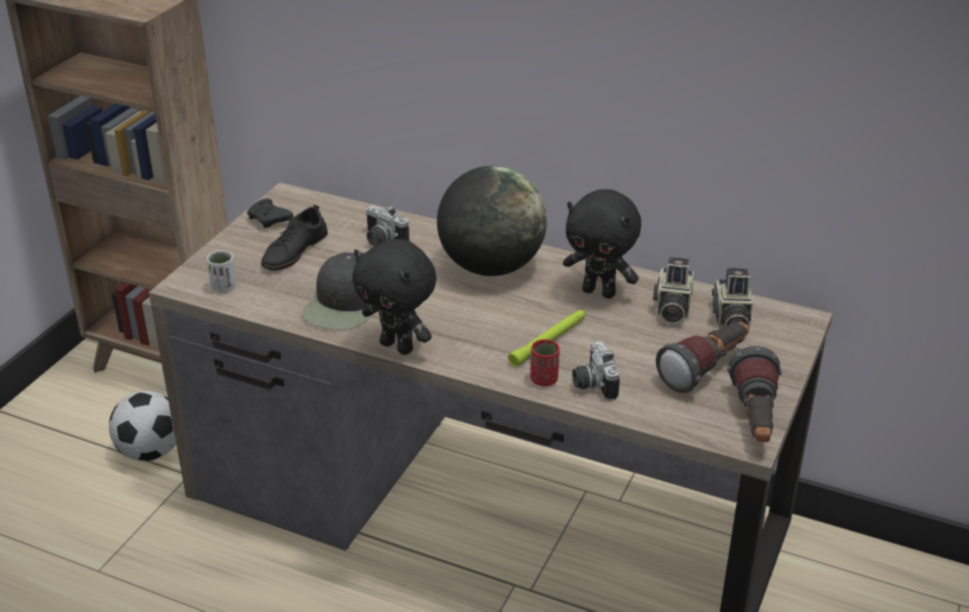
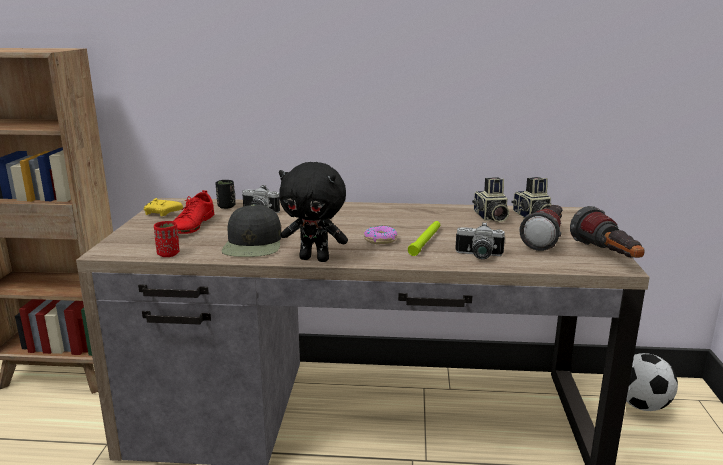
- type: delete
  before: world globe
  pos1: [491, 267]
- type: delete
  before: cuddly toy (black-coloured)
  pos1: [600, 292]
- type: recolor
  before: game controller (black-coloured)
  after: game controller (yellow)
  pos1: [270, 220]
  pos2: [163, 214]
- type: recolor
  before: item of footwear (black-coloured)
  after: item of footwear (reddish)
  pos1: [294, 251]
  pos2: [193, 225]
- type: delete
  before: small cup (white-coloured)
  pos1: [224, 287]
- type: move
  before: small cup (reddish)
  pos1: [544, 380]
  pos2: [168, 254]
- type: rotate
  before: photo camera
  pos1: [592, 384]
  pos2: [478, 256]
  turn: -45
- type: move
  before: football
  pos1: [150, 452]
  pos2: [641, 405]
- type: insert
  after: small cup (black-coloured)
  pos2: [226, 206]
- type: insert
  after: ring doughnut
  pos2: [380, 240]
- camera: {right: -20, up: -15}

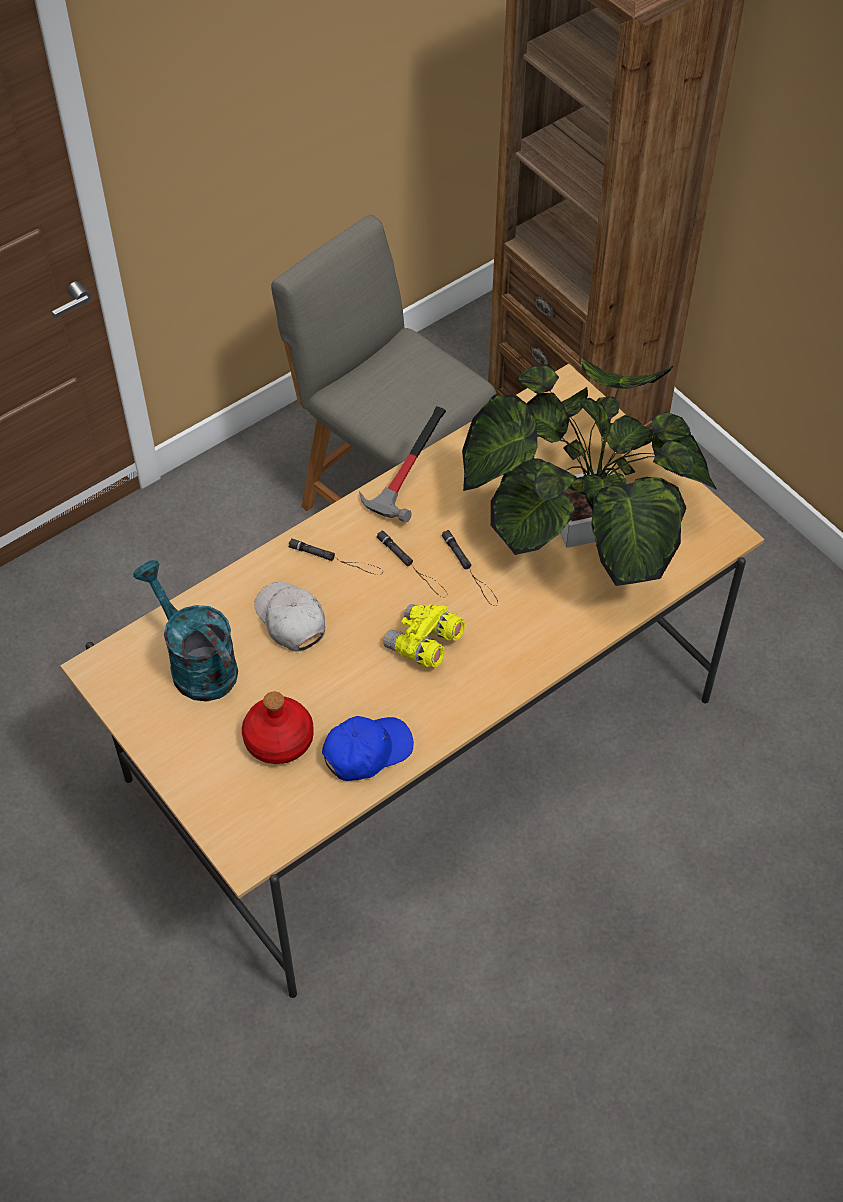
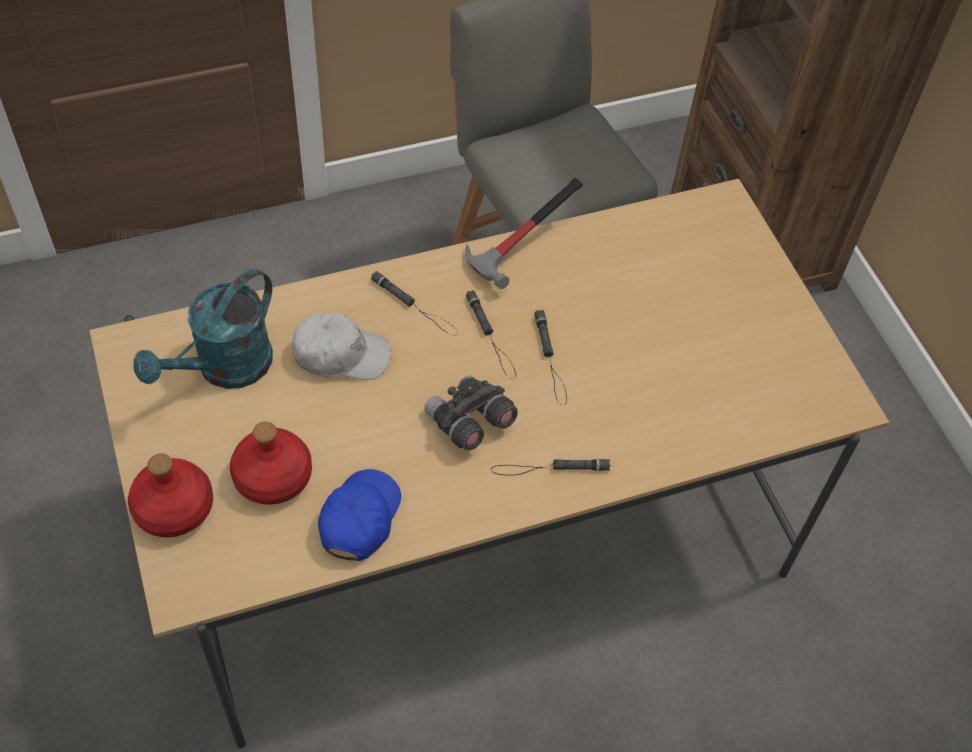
- type: delete
  before: houseplant
  pos1: [586, 518]
- type: rotate
  before: watering pot (turquoise)
  pos1: [195, 663]
  pos2: [224, 369]
  turn: -120
- type: rotate
  before: cap (white-coloured)
  pos1: [290, 620]
  pos2: [341, 355]
  turn: 105
- type: recolor
  before: field glasses (yellow)
  after: field glasses (greyish)
  pos1: [424, 645]
  pos2: [469, 423]
- type: rotate
  before: cap (blue-coloured)
  pos1: [366, 751]
  pos2: [359, 519]
  turn: -60
- type: insert
  after: bottle (reddish)
  pos2: [174, 507]
- type: insert
  after: hand torch (black-coloured)
  pos2: [550, 469]
- camera: {right: 15, up: 0}

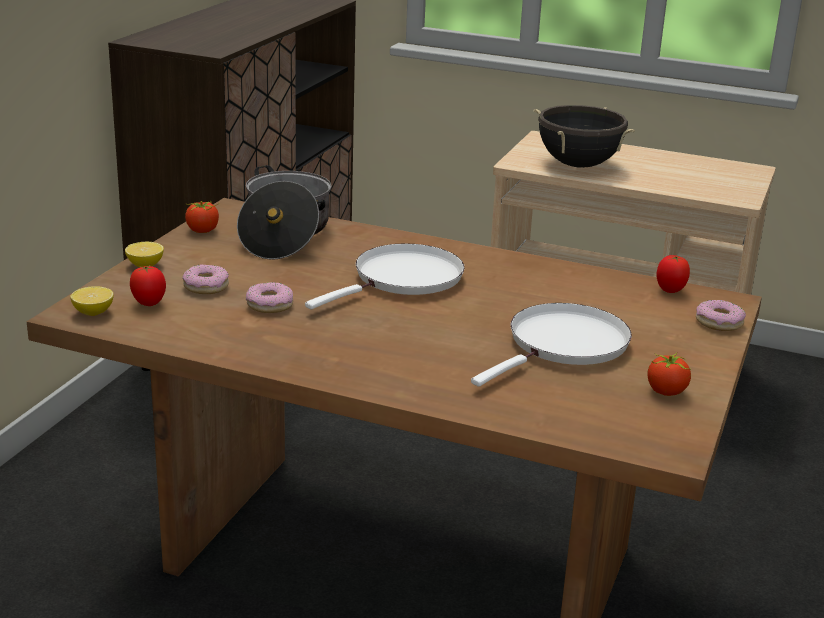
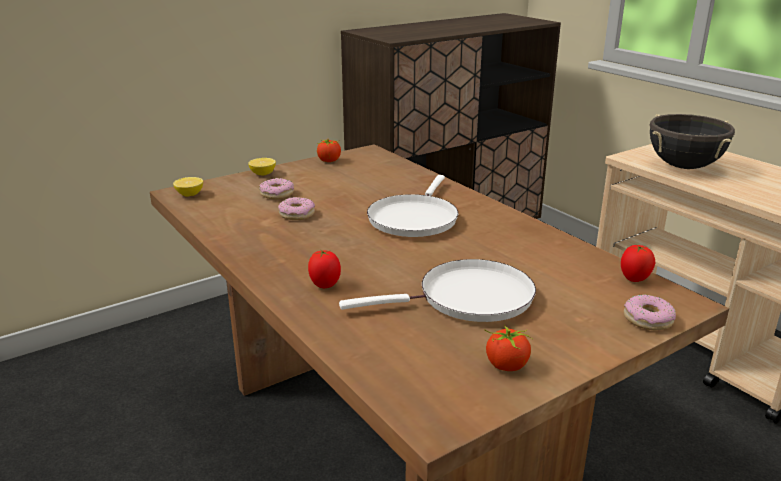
- type: delete
  before: stockpot
  pos1: [284, 234]
- type: rotate
  before: skillet (white-coloured)
  pos1: [403, 279]
  pos2: [414, 218]
  turn: 120
- type: move
  before: tomato
  pos1: [149, 304]
  pos2: [325, 285]
- camera: {right: 35, up: 0}

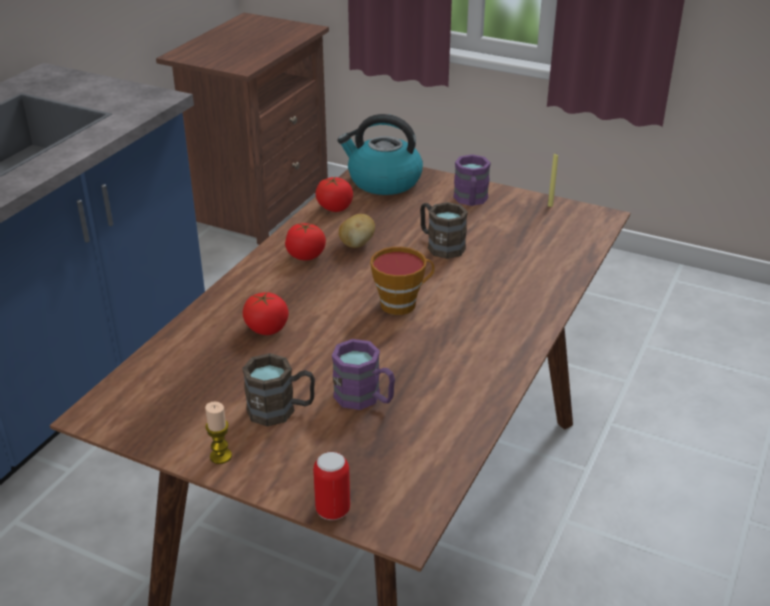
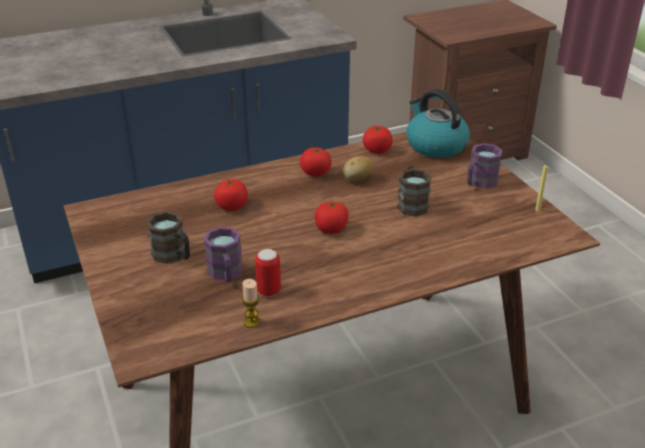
- type: replace
  before: small cup
  after: tomato
  pos1: [402, 303]
  pos2: [331, 229]
- type: move
  before: wax light
  pos1: [220, 456]
  pos2: [252, 322]
- type: move
  before: sealed can
  pos1: [333, 510]
  pos2: [269, 291]
- camera: {right: 40, up: 0}

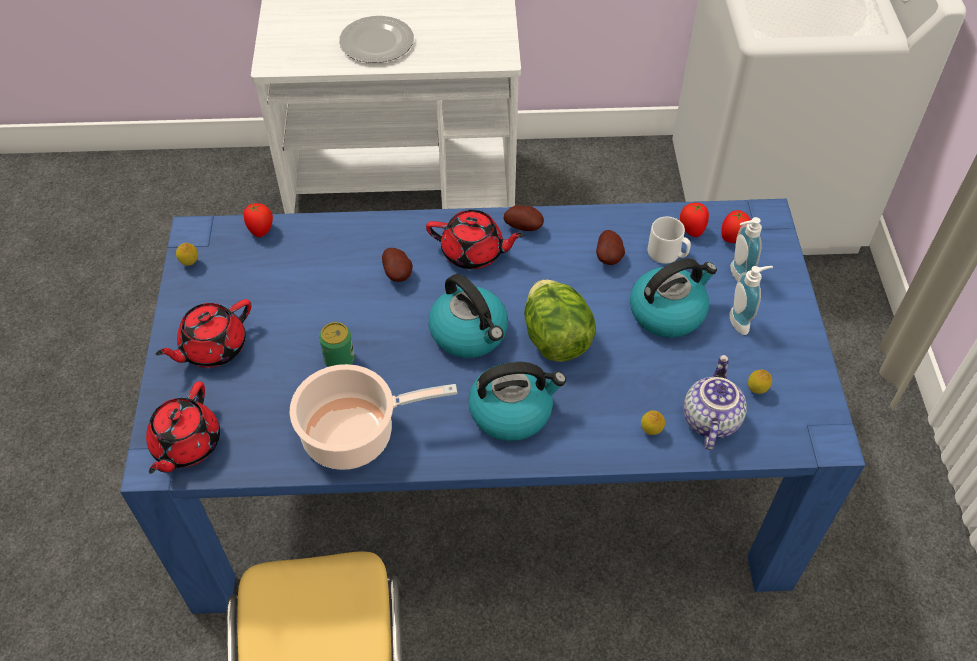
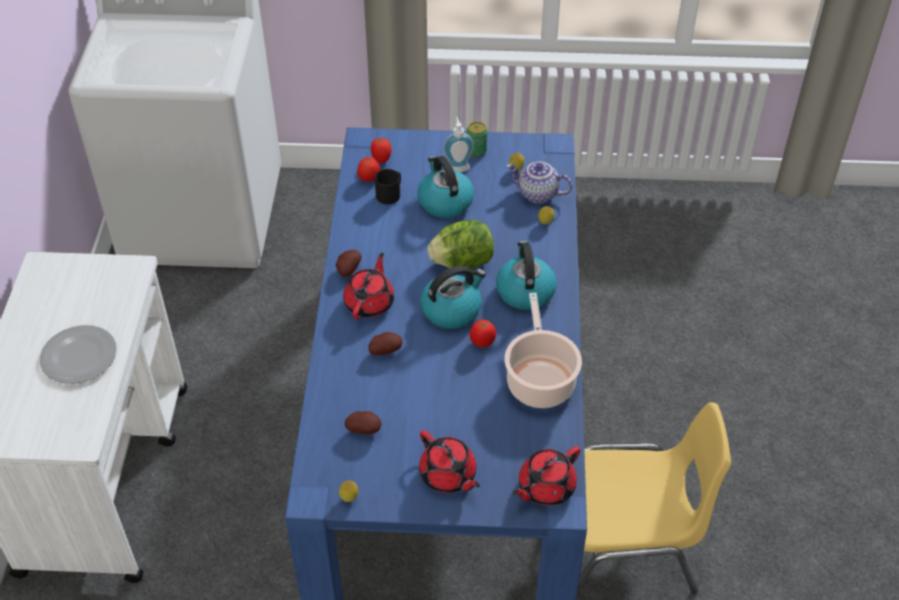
- type: move
  before: tomato
  pos1: [261, 231]
  pos2: [482, 342]
- type: recolor
  before: tea mug (white-coloured)
  after: tea mug (black-coloured)
  pos1: [667, 254]
  pos2: [390, 194]
- type: delete
  before: soap bottle
  pos1: [736, 275]
- type: move
  before: spud
  pos1: [609, 257]
  pos2: [364, 429]
- type: move
  before: sealed can
  pos1: [339, 360]
  pos2: [476, 151]
- type: rotate
  before: teapot (reddish)
  pos1: [186, 445]
  pos2: [545, 487]
  turn: 120
- camera: {right: -85, up: -5}

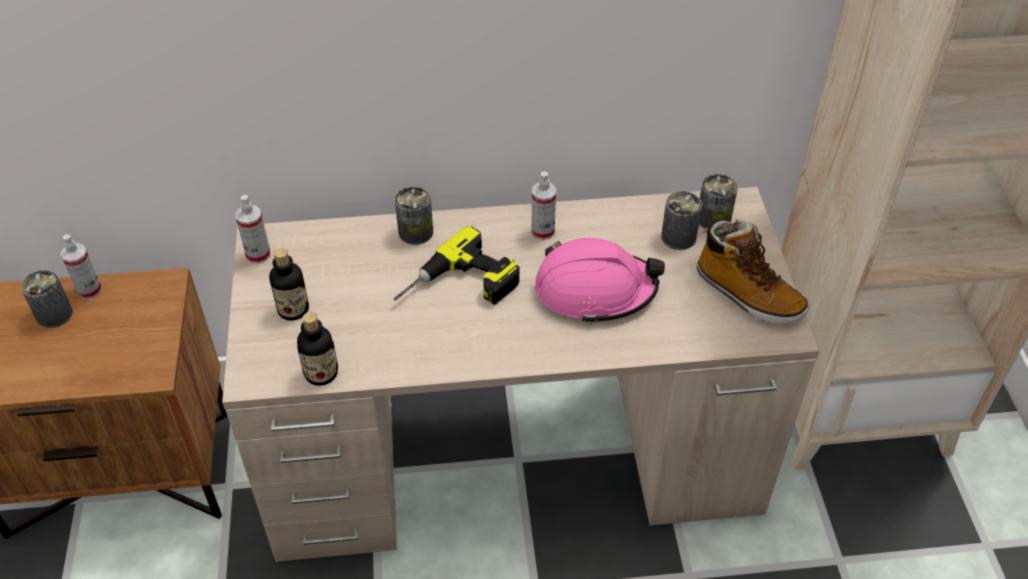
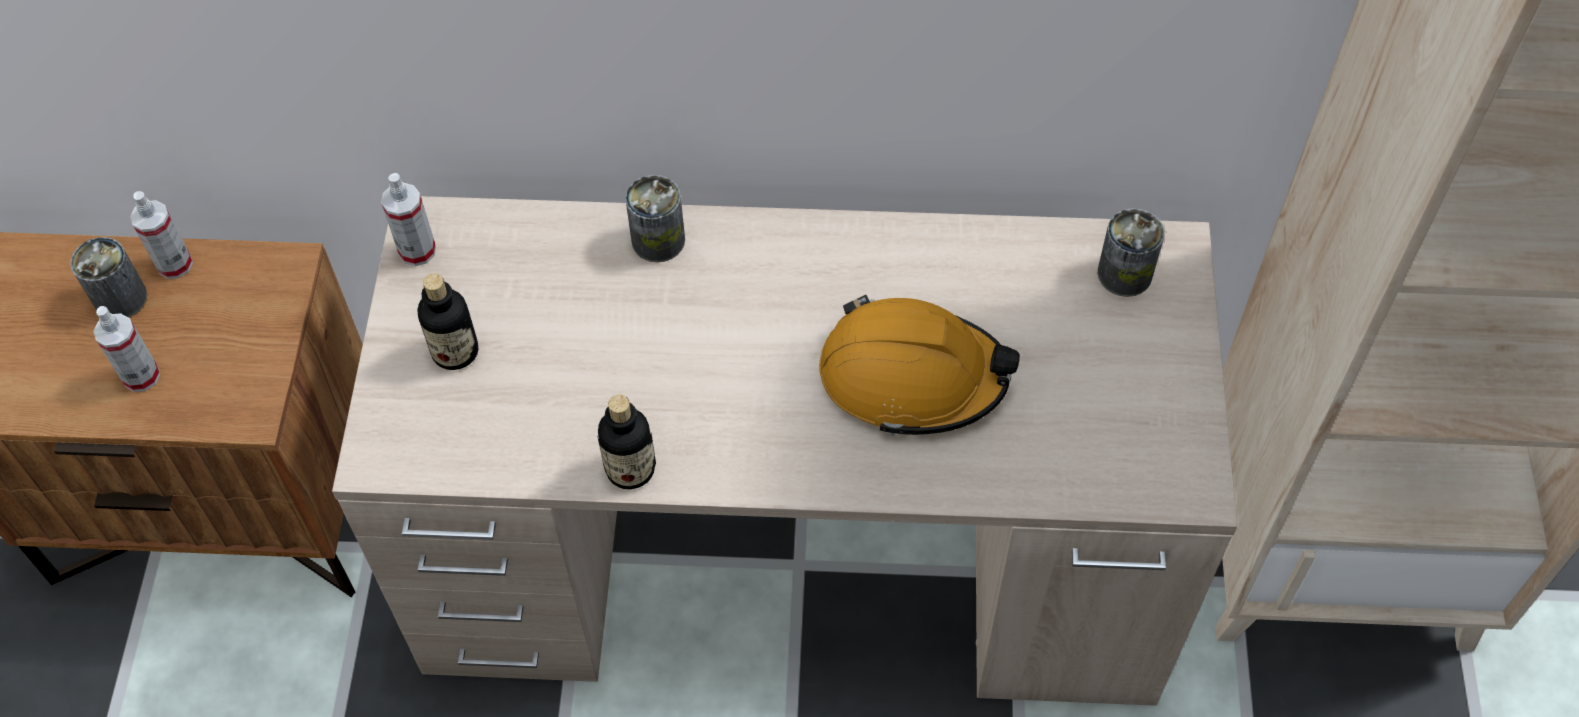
- type: move
  before: sprayer
  pos1: [543, 231]
  pos2: [141, 376]
- type: delete
  before: sealed can
  pos1: [678, 237]
- type: delete
  before: boot
  pos1: [747, 294]
- type: delete
  before: power drill
  pos1: [459, 288]
- type: recolor
  before: hard hat (pink-coloured)
  after: hard hat (orangey)
  pos1: [595, 290]
  pos2: [912, 377]
- type: move
  before: bottle
  pos1: [321, 373]
  pos2: [630, 469]
- camera: {right: 10, up: 10}

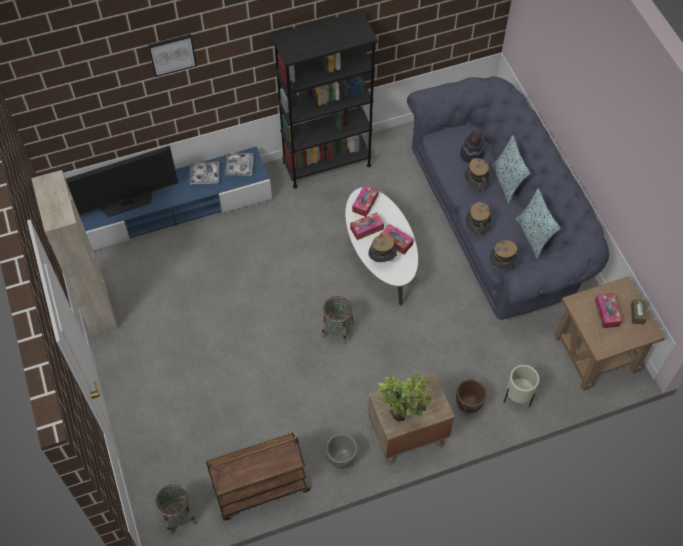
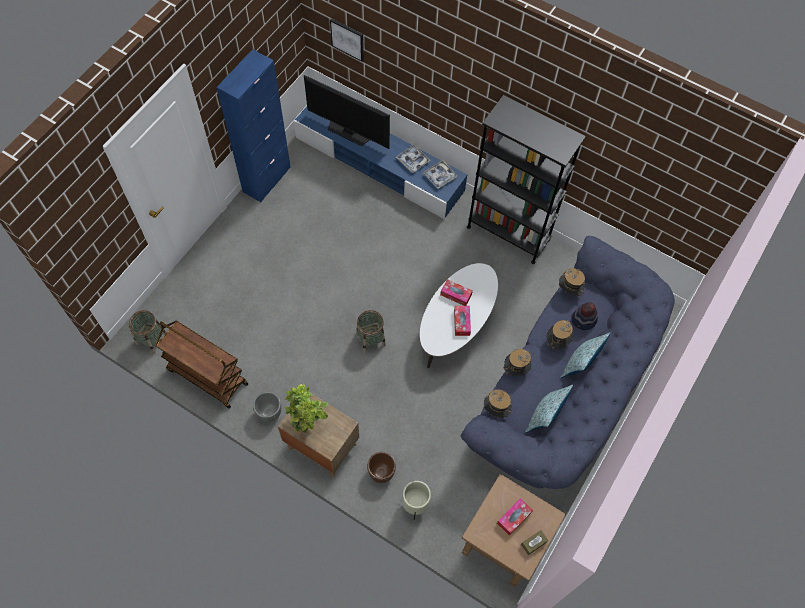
- type: move
  before: wall art
  pos1: [172, 54]
  pos2: [348, 39]
- type: recolor
  before: cabinet (beige)
  after: cabinet (blue-coloured)
  pos1: [98, 307]
  pos2: [267, 179]
- type: delete
  before: box of tissues
  pos1: [365, 203]
- type: move
  before: wearable hat
  pos1: [382, 259]
  pos2: [569, 290]
- camera: {right: 50, up: 5}

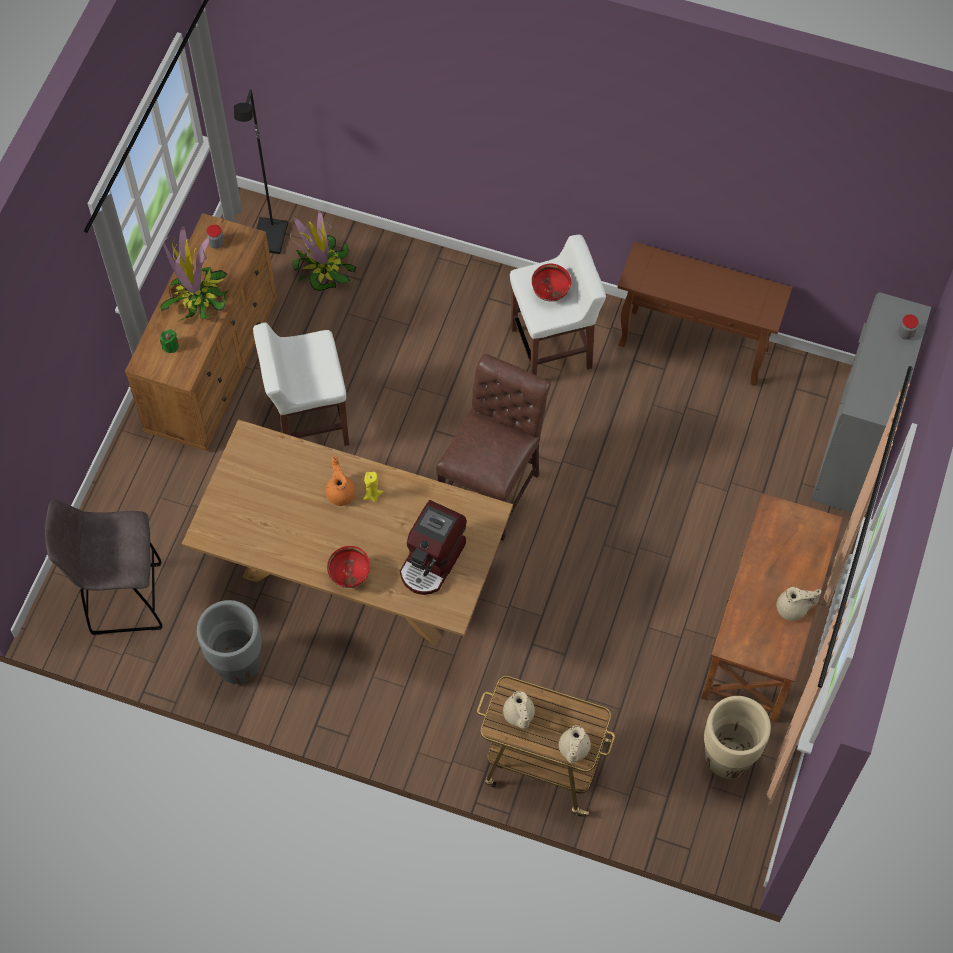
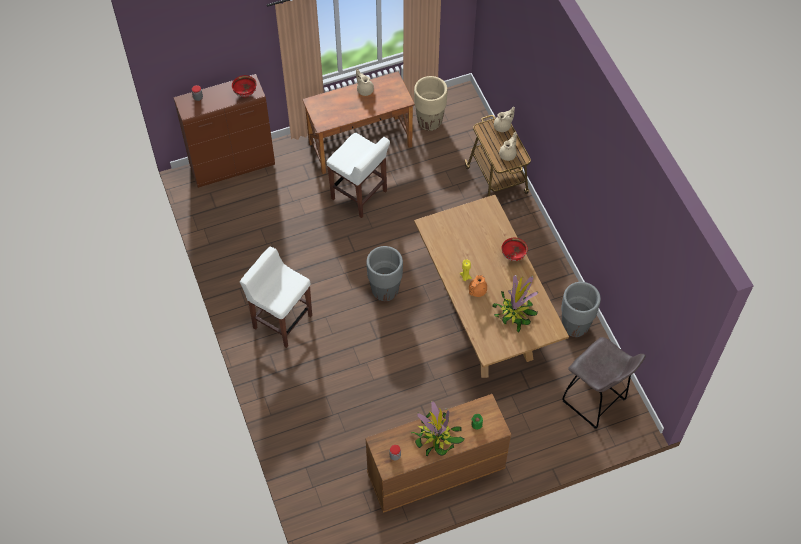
- type: delete
  before: floor lamp (black-coloured)
  pos1: [271, 238]
- type: move
  before: houseplant
  pos1: [322, 267]
  pos2: [514, 312]
- type: delete
  before: hall table (brownish)
  pos1: [694, 347]
- type: move
  before: serving bowl (reddish)
  pos1: [550, 293]
  pos2: [245, 93]
- type: recolor
  before: cabinet (greyish)
  after: cabinet (brownish)
  pos1: [852, 452]
  pos2: [233, 166]
- type: move
  before: sitting stool (white-coloured)
  pos1: [309, 422]
  pos2: [359, 195]
- type: replace
  before: upright chair (brownish)
  after: flower pot (greyish)
  pos1: [493, 488]
  pos2: [385, 291]
- type: delete
  before: coffee maker
  pos1: [432, 561]
- camera: {right: -130, up: -5}

